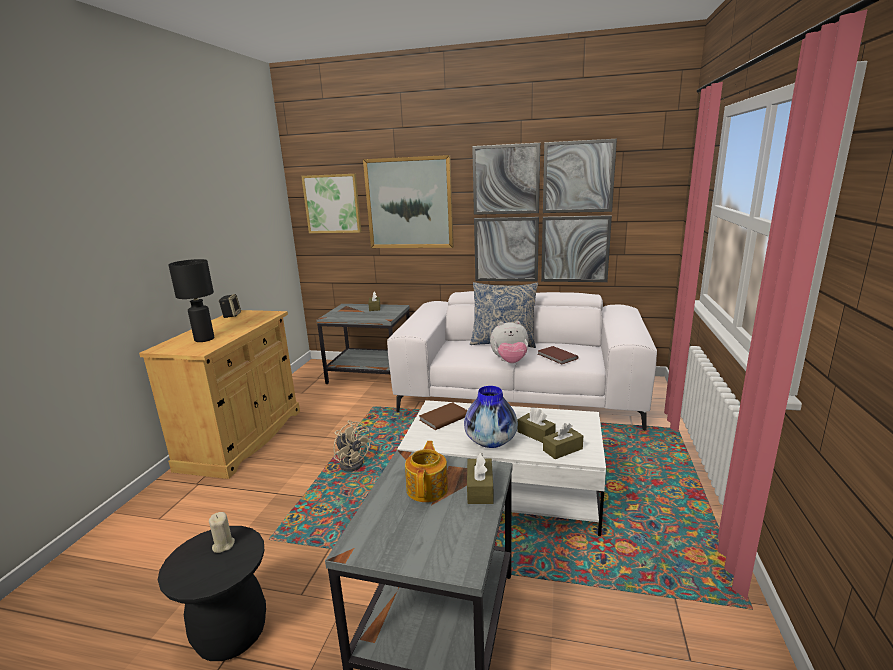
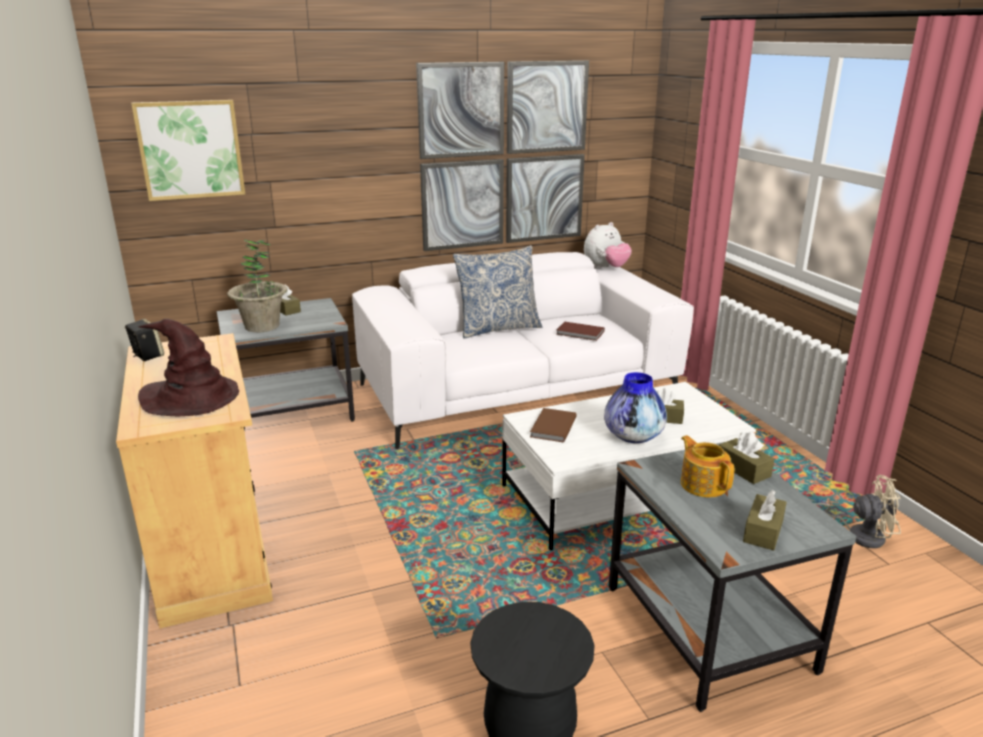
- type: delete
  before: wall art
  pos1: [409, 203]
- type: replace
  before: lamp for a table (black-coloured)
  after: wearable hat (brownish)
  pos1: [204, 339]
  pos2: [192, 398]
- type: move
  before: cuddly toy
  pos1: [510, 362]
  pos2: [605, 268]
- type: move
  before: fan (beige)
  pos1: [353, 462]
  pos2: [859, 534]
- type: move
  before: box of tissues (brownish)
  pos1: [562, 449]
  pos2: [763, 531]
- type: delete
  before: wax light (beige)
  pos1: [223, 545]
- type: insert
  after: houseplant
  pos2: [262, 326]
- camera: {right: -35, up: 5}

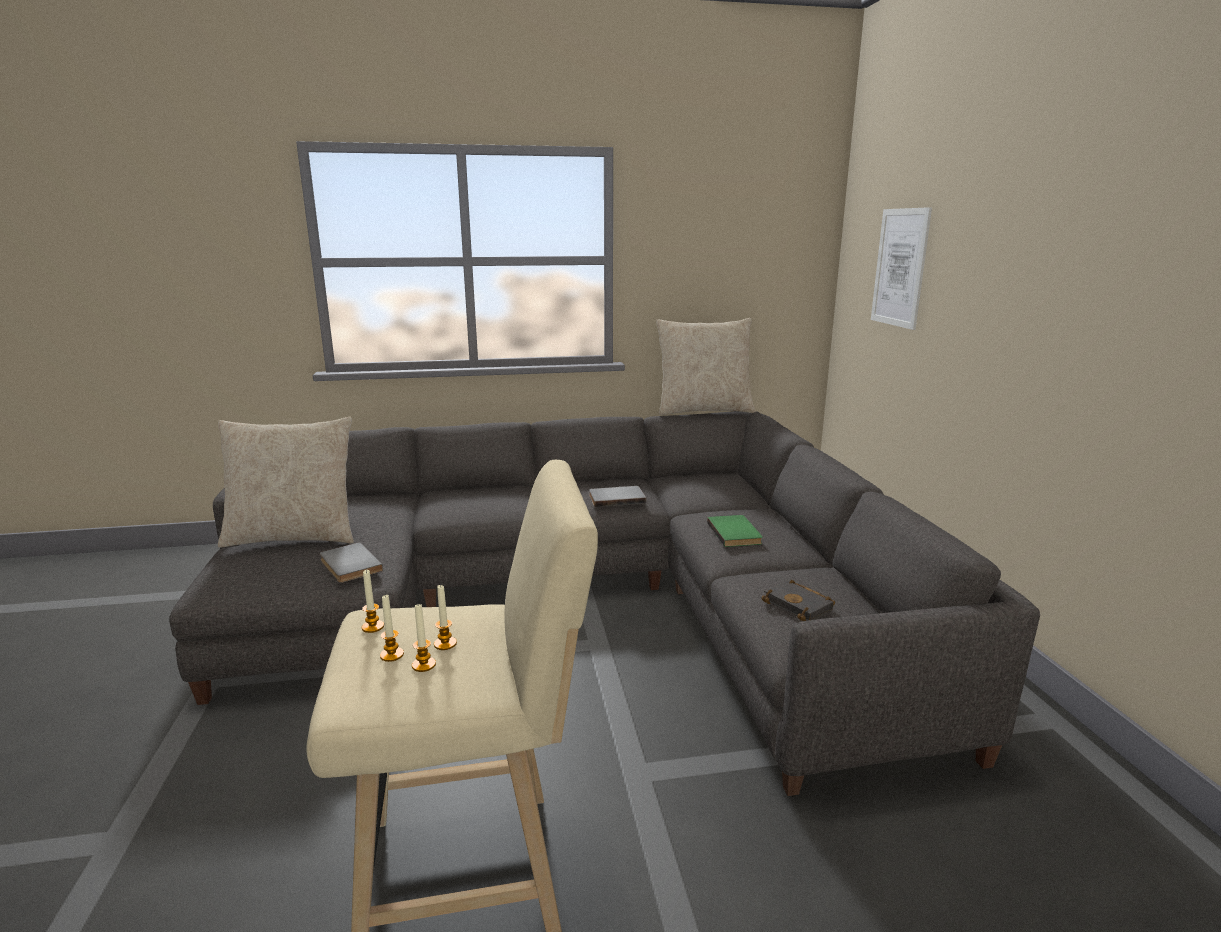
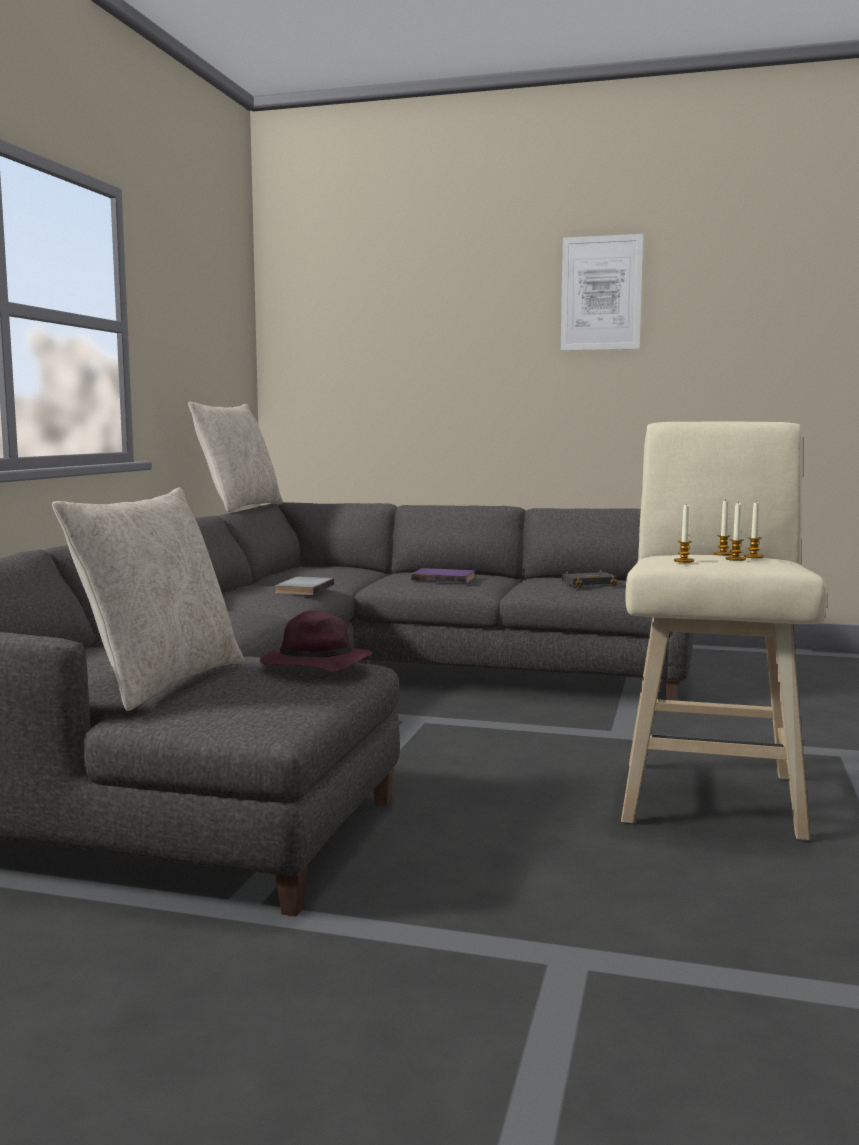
- type: move
  before: wall art
  pos1: [900, 267]
  pos2: [601, 293]
- type: recolor
  before: bound book (green-coloured)
  after: bound book (purple)
  pos1: [736, 533]
  pos2: [444, 578]
- type: replace
  before: bound book (greyish)
  after: wearable hat (purple)
  pos1: [348, 565]
  pos2: [314, 665]
- camera: {right: -65, up: -10}

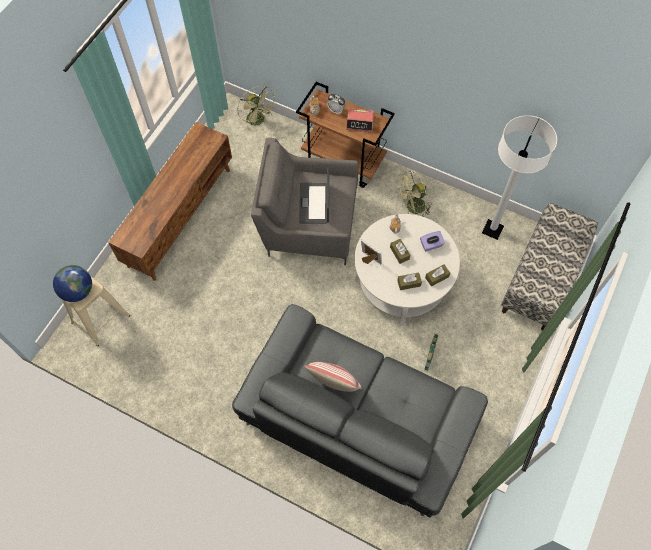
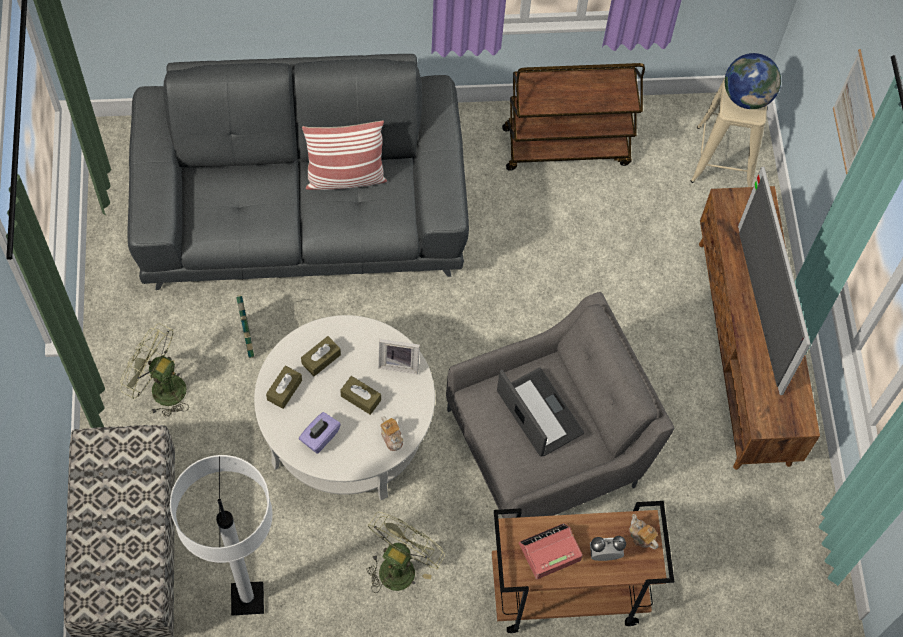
- type: move
  before: fan (green-coloured)
  pos1: [258, 121]
  pos2: [160, 388]
- type: insert
  after: wall art
  pos2: [854, 113]
- type: insert
  after: trolley (brownish)
  pos2: [567, 145]
- type: insert
  after: TV set
  pos2: [759, 308]
- camera: {right: 145, up: 0}

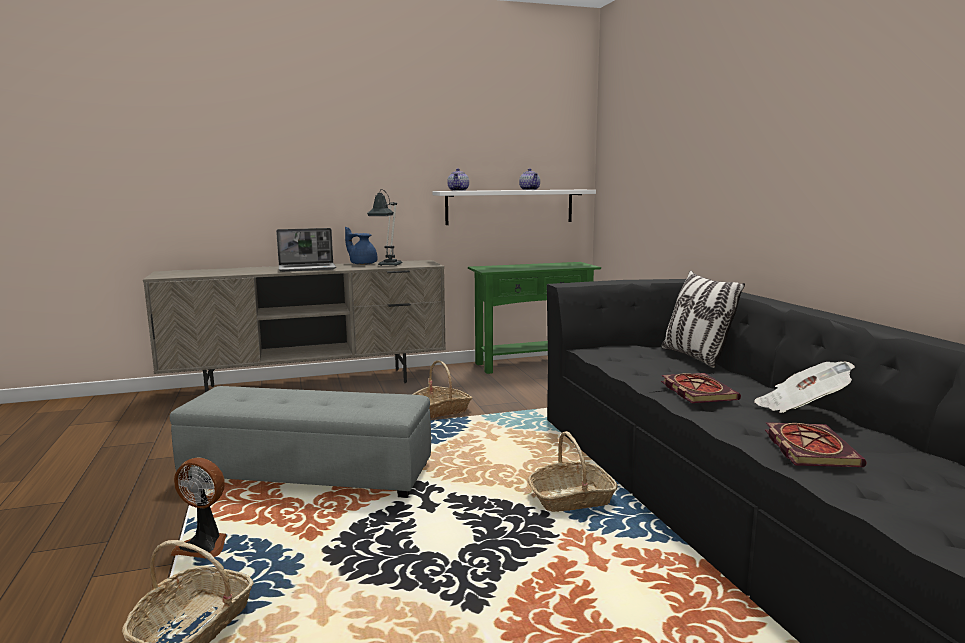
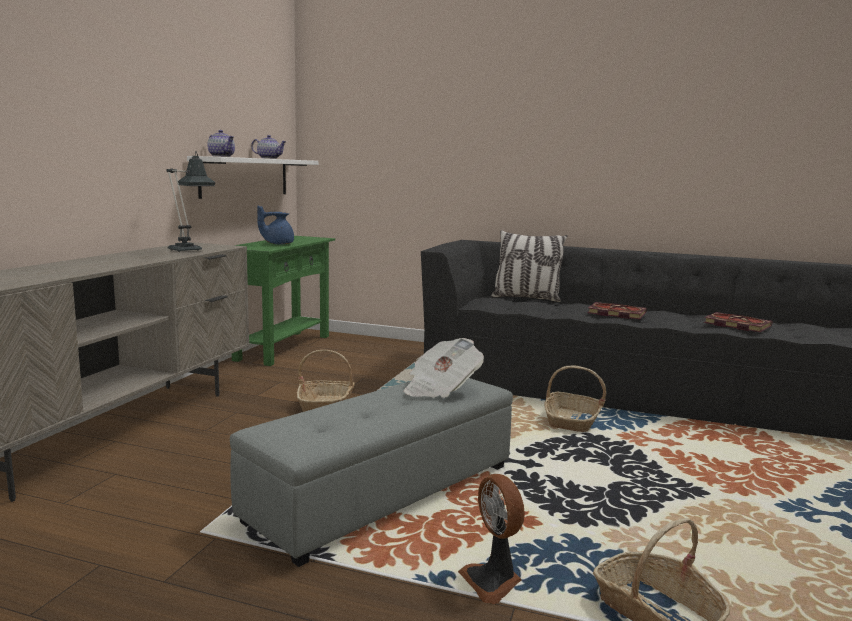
- type: move
  before: teapot (blue-coloured)
  pos1: [362, 264]
  pos2: [277, 244]
- type: delete
  before: laptop
  pos1: [308, 268]
- type: move
  before: newspaper
  pos1: [800, 408]
  pos2: [440, 389]
- type: rotate
  before: fan
  pos1: [204, 546]
  pos2: [492, 581]
  turn: 105
- camera: {right: -55, up: 0}

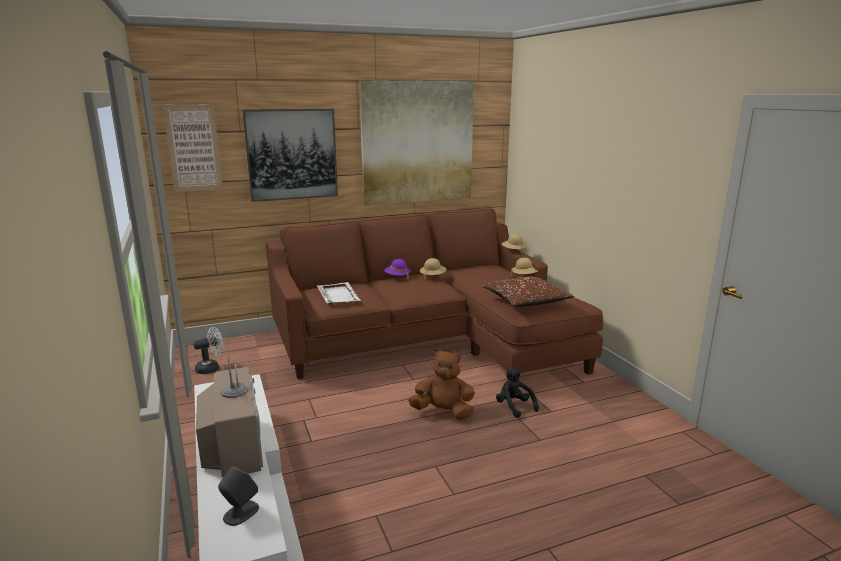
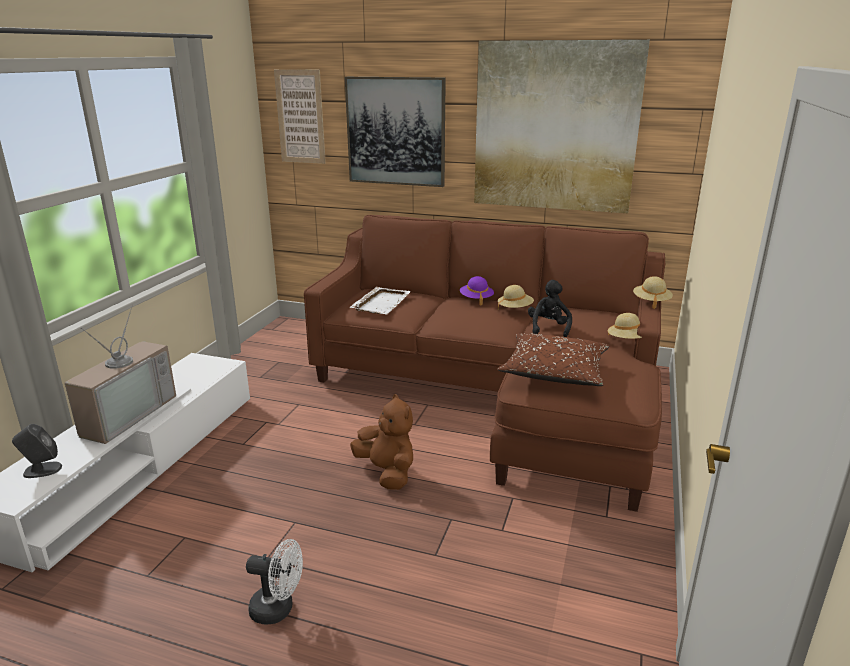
- type: move
  before: fan (white-coloured)
  pos1: [211, 368]
  pos2: [278, 609]
- type: move
  before: cuddly toy (black-coloured)
  pos1: [514, 407]
  pos2: [548, 328]
- camera: {right: 40, up: 5}

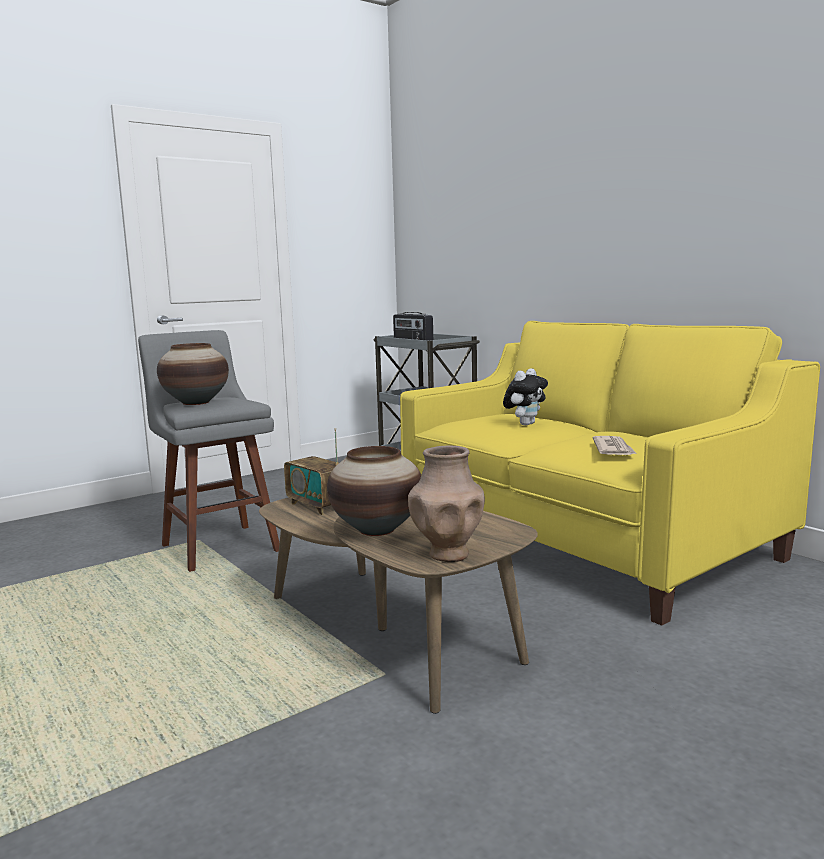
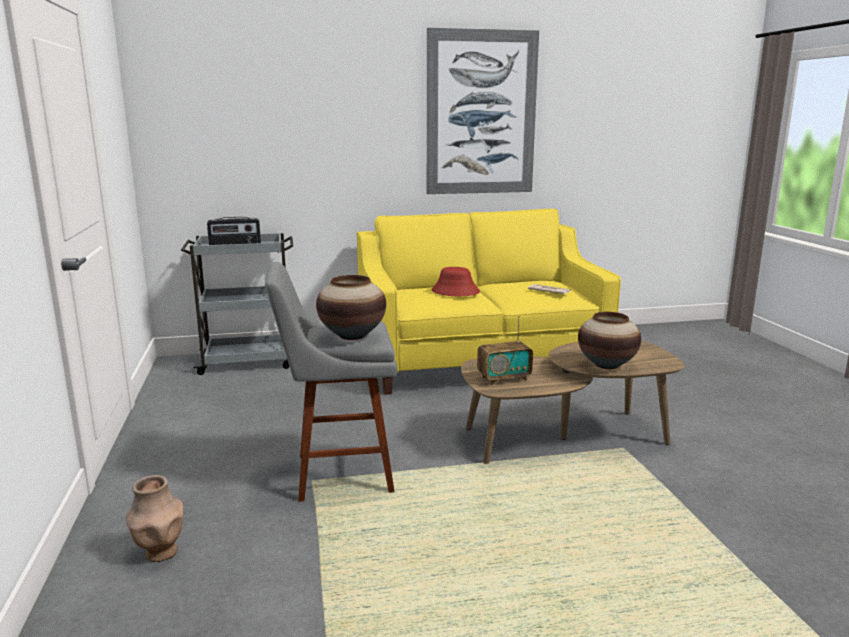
- type: replace
  before: cuddly toy
  after: wearable hat (reddish)
  pos1: [525, 424]
  pos2: [455, 292]
- type: move
  before: flower vase (brownish)
  pos1: [448, 554]
  pos2: [160, 553]
- type: insert
  after: wall art
  pos2: [481, 113]
- camera: {right: -65, up: 5}

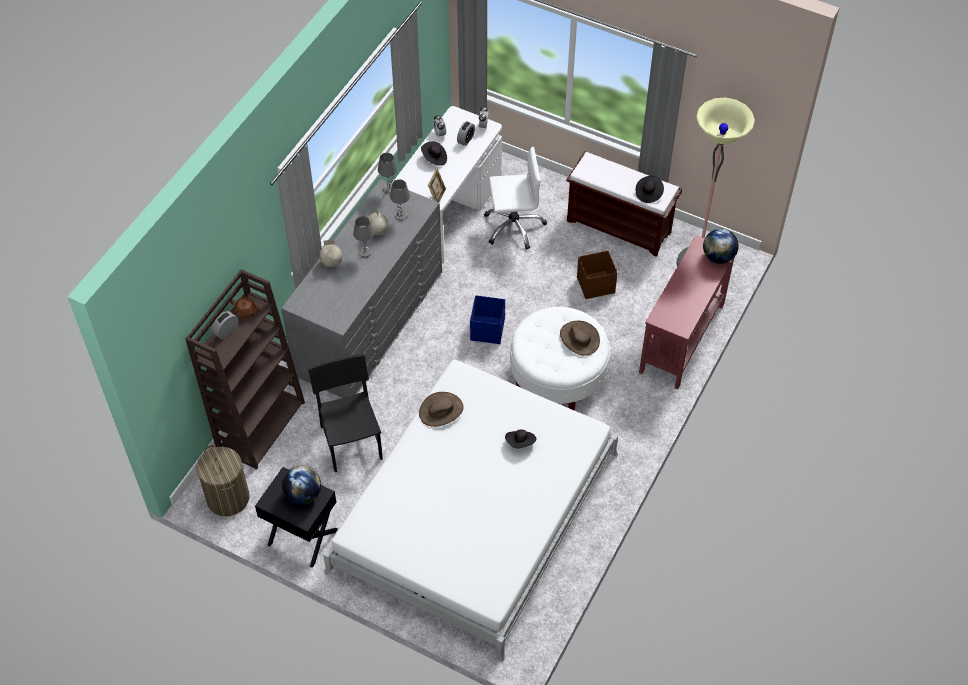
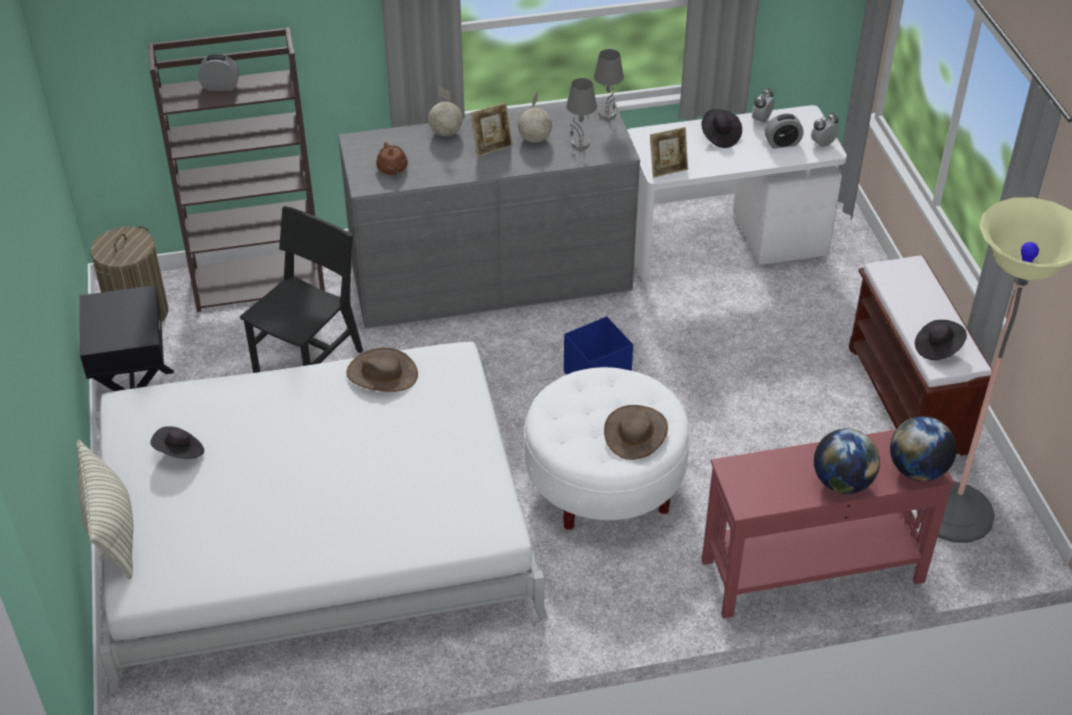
- type: delete
  before: computer chair (white-coloured)
  pos1: [514, 226]
- type: replace
  before: lamp for a table (greyish)
  after: picture frame
  pos1: [365, 252]
  pos2: [492, 147]
- type: delete
  before: storage container (brownish)
  pos1: [595, 285]
- type: move
  before: teapot (brownish)
  pos1: [246, 311]
  pos2: [392, 168]
- type: move
  before: wearable hat (black-coloured)
  pos1: [520, 443]
  pos2: [180, 453]
- type: move
  before: world globe
  pos1: [303, 494]
  pos2: [842, 482]
- type: insert
  after: pillow
  pos2: [112, 530]
- camera: {right: 50, up: -10}

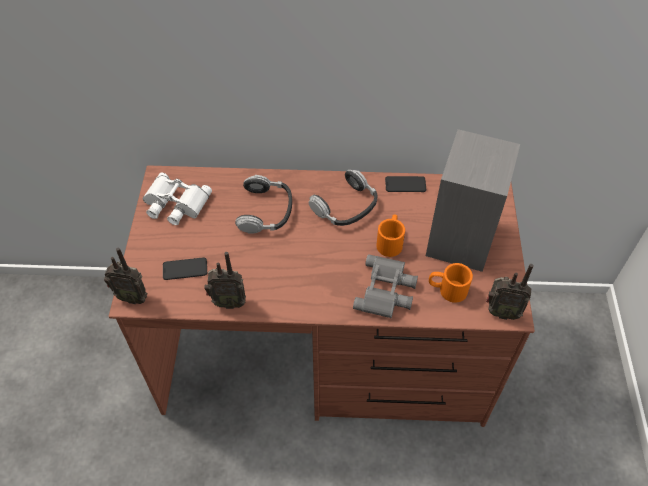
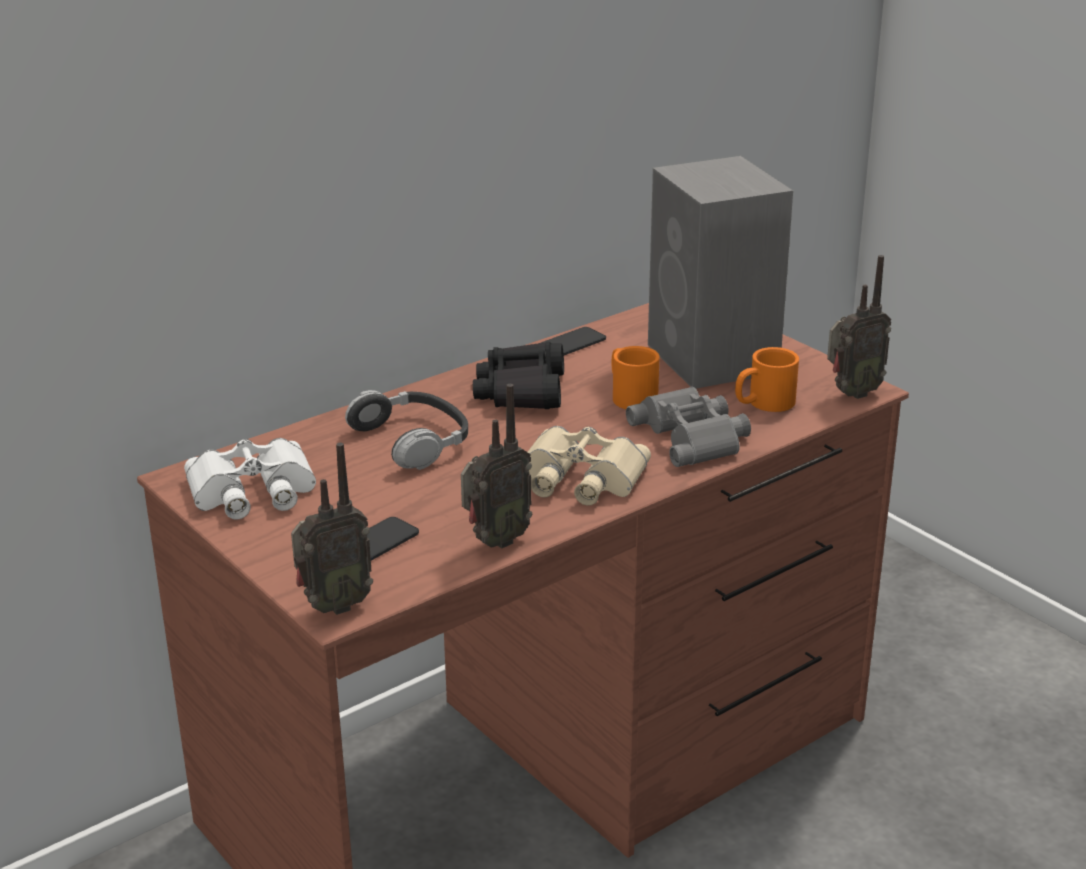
- type: replace
  before: pair of headphones
  after: field glasses (black-coloured)
  pos1: [346, 206]
  pos2: [522, 391]
- type: insert
  after: field glasses (beige)
  pos2: [579, 478]
- camera: {right: -40, up: -25}

